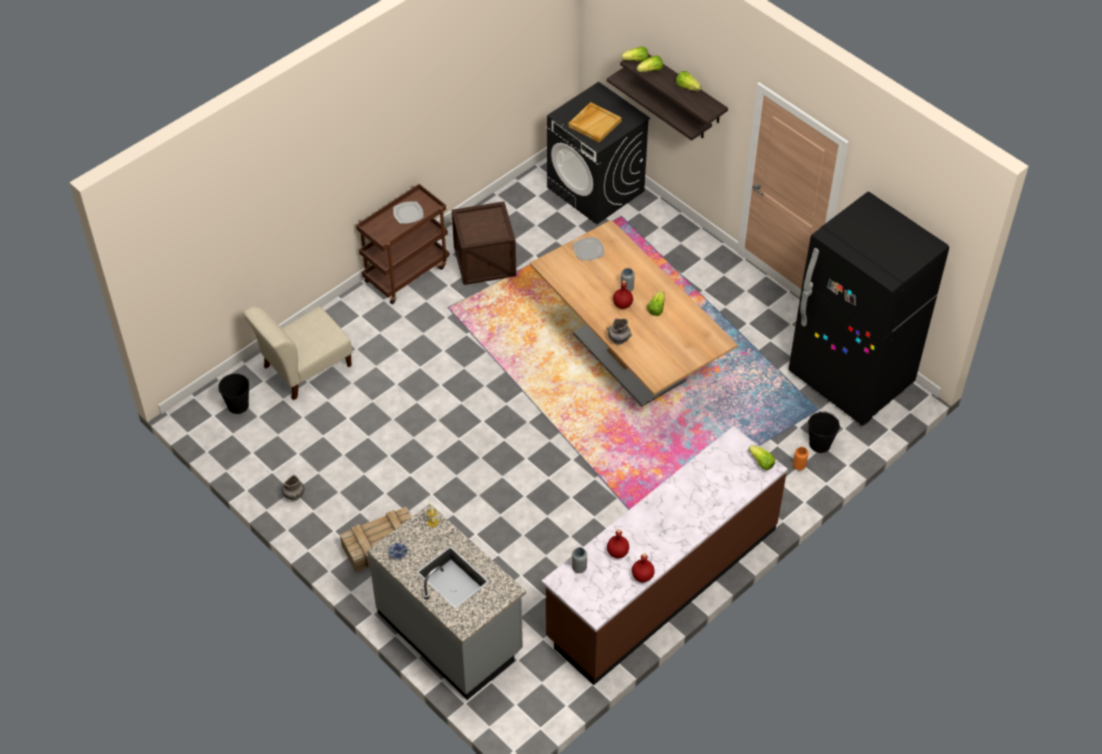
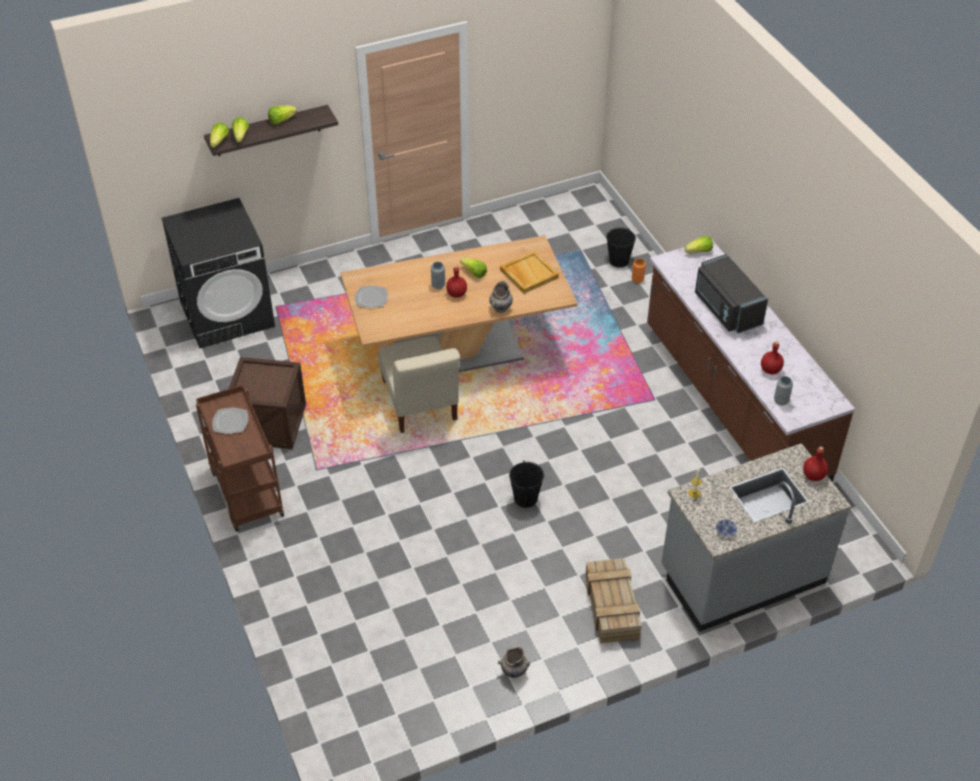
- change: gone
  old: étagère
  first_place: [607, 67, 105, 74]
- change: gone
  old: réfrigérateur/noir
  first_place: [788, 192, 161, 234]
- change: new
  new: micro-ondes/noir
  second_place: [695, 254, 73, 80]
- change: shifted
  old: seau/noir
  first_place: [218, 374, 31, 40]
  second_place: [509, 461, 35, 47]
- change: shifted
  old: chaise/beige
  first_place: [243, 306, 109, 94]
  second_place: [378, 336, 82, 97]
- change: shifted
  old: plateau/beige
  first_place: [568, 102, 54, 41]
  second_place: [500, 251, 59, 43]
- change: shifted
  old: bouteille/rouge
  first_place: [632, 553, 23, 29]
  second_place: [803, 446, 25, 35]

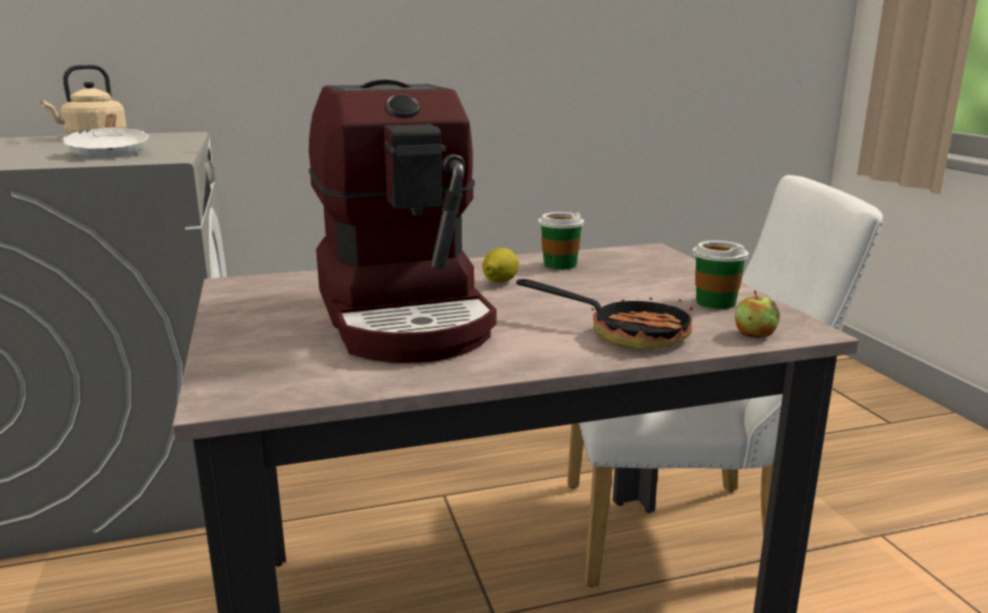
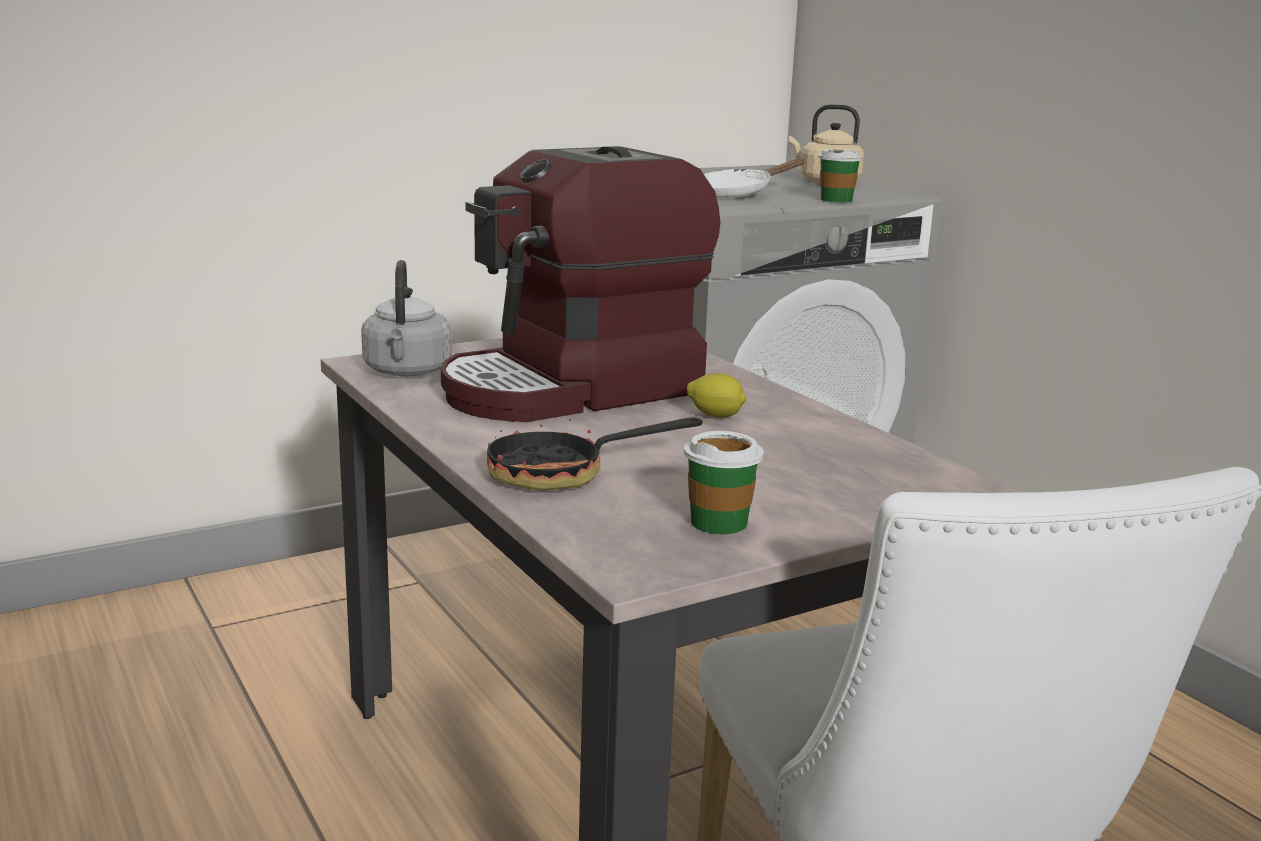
- change: gone
  old: pomme
  first_place: [735, 291, 45, 47]
- change: new
  new: bouilloire/gris
  second_place: [361, 260, 91, 116]
- change: shifted
  old: tasse
  first_place: [538, 212, 46, 58]
  second_place: [818, 149, 44, 54]
- change: rotated
  old: poêle
  first_place: [516, 279, 179, 71]
  second_place: [487, 407, 215, 84]
  degrees: 60

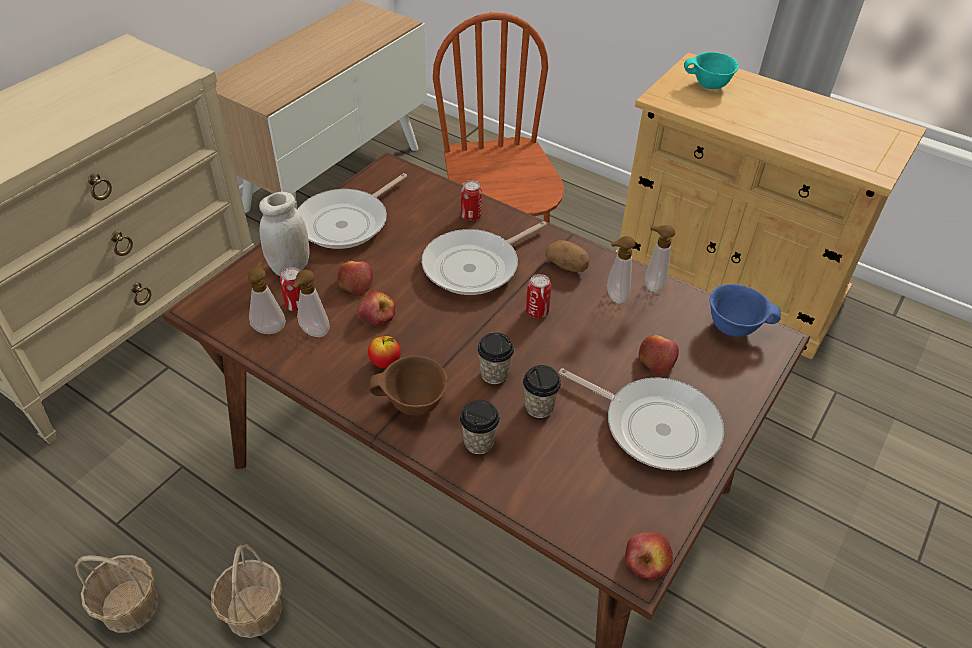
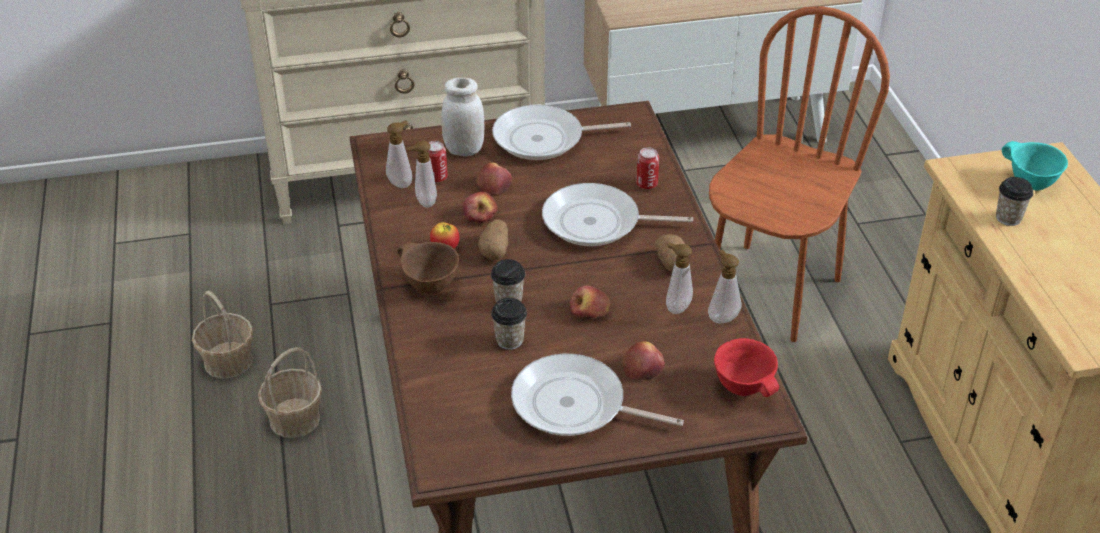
- change: gone
  old: boîte métallique
  first_place: [526, 274, 26, 44]
- change: new
  new: pomme de terre
  second_place: [478, 219, 30, 41]
- change: shifted
  old: tasse
  first_place: [460, 400, 40, 54]
  second_place: [996, 177, 37, 49]
- change: shifted
  old: pomme
  first_place: [625, 532, 48, 47]
  second_place: [570, 286, 40, 32]
- change: repainted
  old: bol/bleu
  new: bol/rouge
  first_place: [710, 284, 71, 53]
  second_place: [714, 338, 65, 59]
- change: rotated
  old: poêle
  first_place: [559, 368, 165, 103]
  second_place: [511, 354, 173, 82]
  degrees: 120

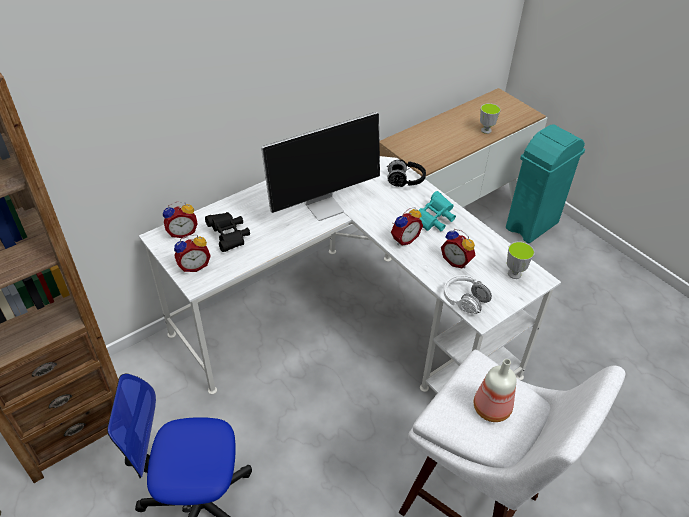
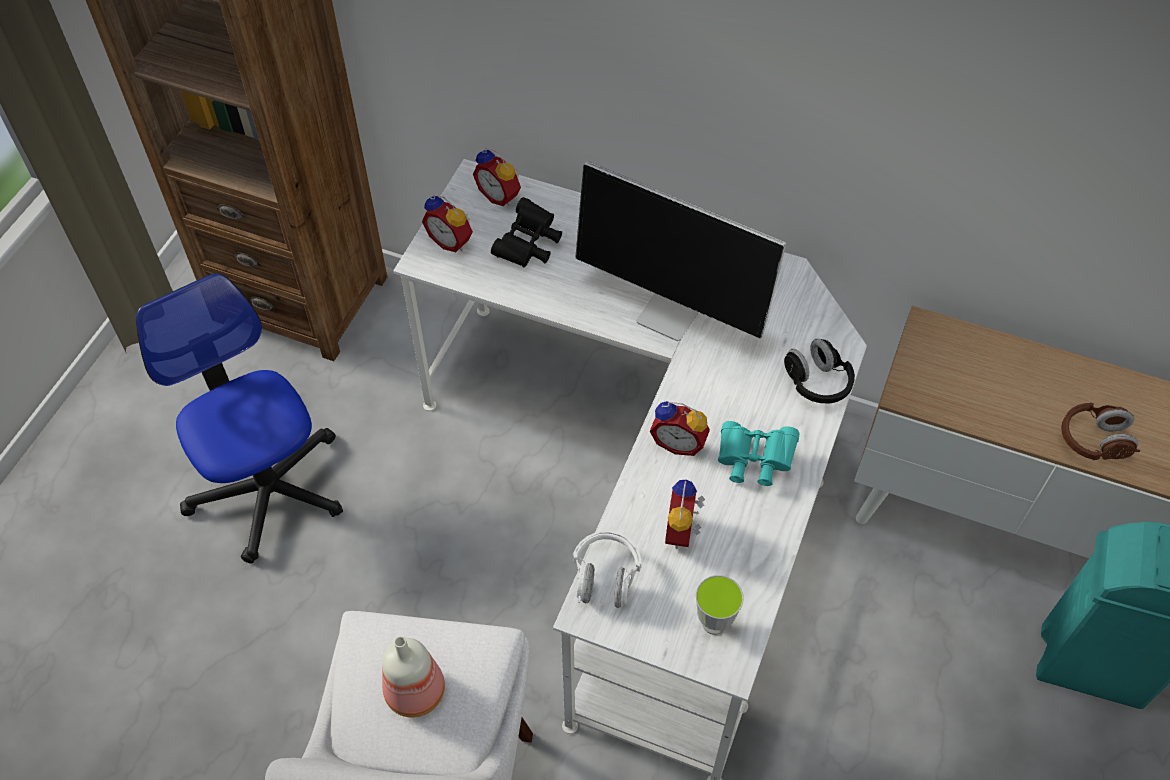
- change: swapped
  old: tasse
  new: casque audio/marron
  first_place: [480, 103, 21, 31]
  second_place: [1061, 403, 79, 57]

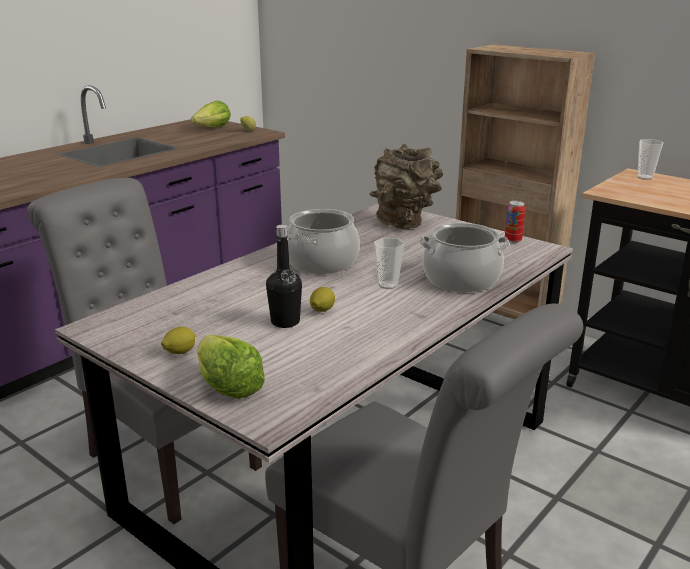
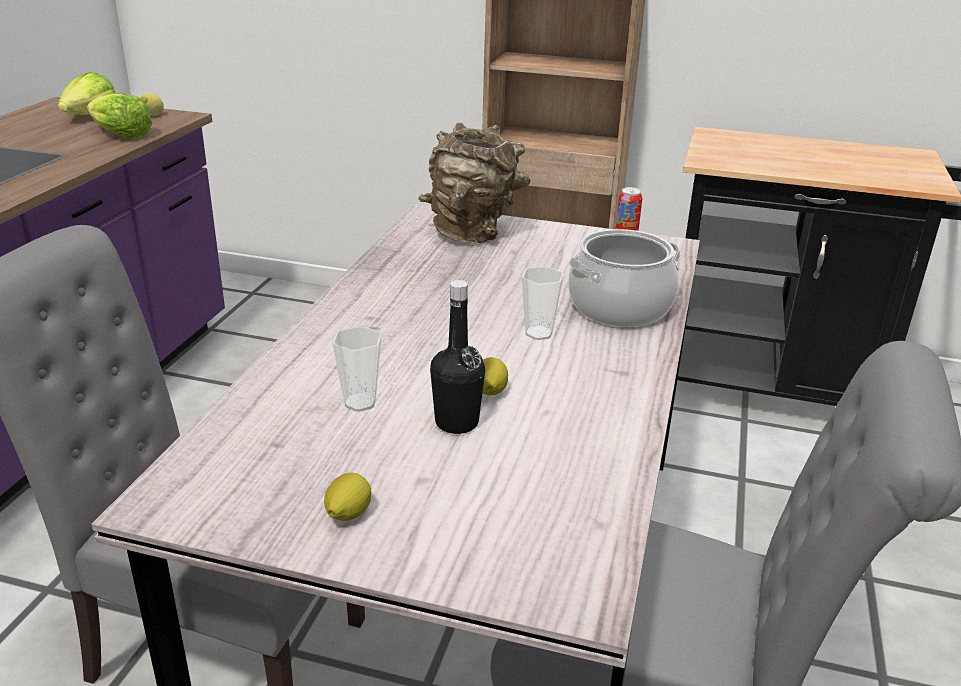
- change: gone
  old: marmite
  first_place: [288, 209, 72, 65]
- change: shifted
  old: laitue
  first_place: [197, 335, 68, 64]
  second_place: [87, 93, 65, 45]
- change: shifted
  old: tasse
  first_place: [637, 139, 26, 40]
  second_place: [332, 326, 50, 86]

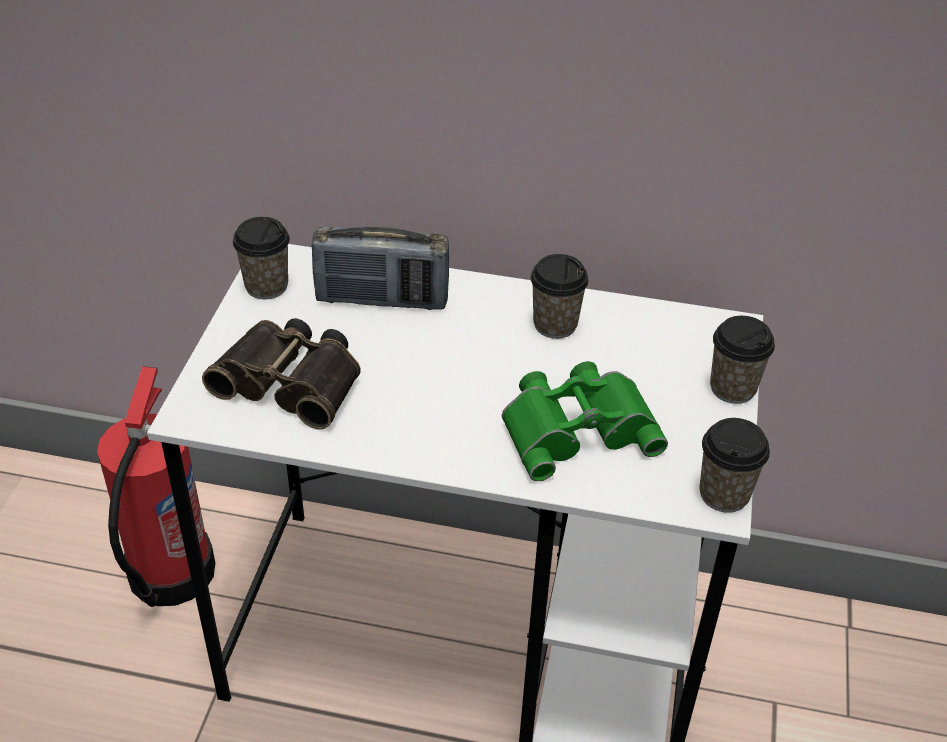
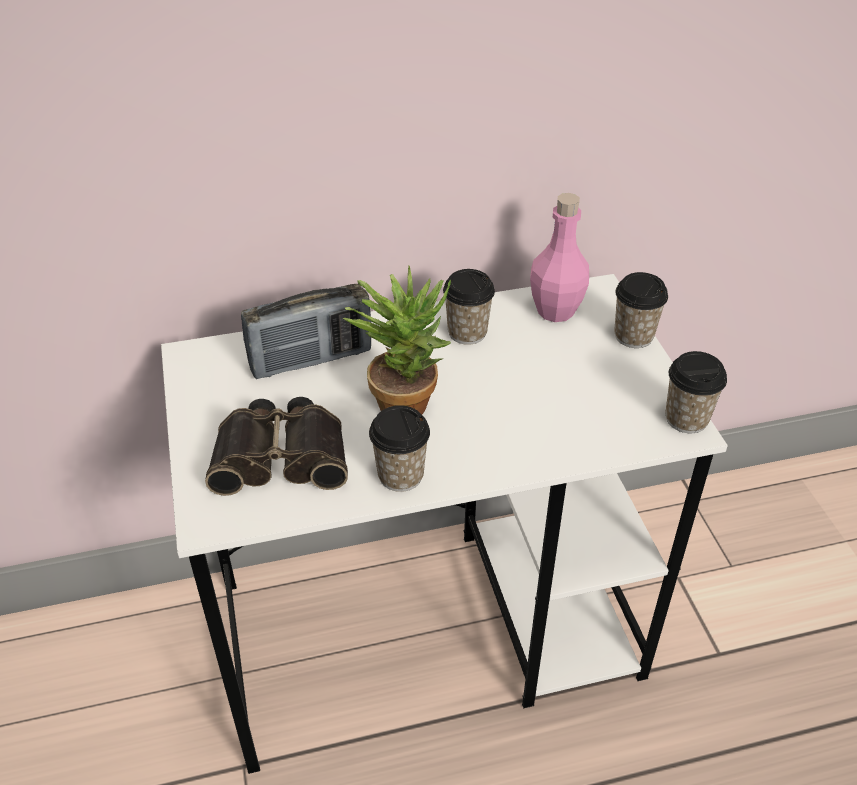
- change: gone
  old: extincteur
  first_place: [97, 366, 118, 241]
- change: gone
  old: jumelles/vert
  first_place: [502, 361, 166, 120]
- change: new
  new: plante en pot
  second_place: [342, 266, 109, 149]
- change: new
  new: bouteille/rose
  second_place: [530, 193, 59, 129]
- change: shifted
  old: tasse
  first_place: [233, 217, 57, 82]
  second_place: [369, 405, 61, 87]

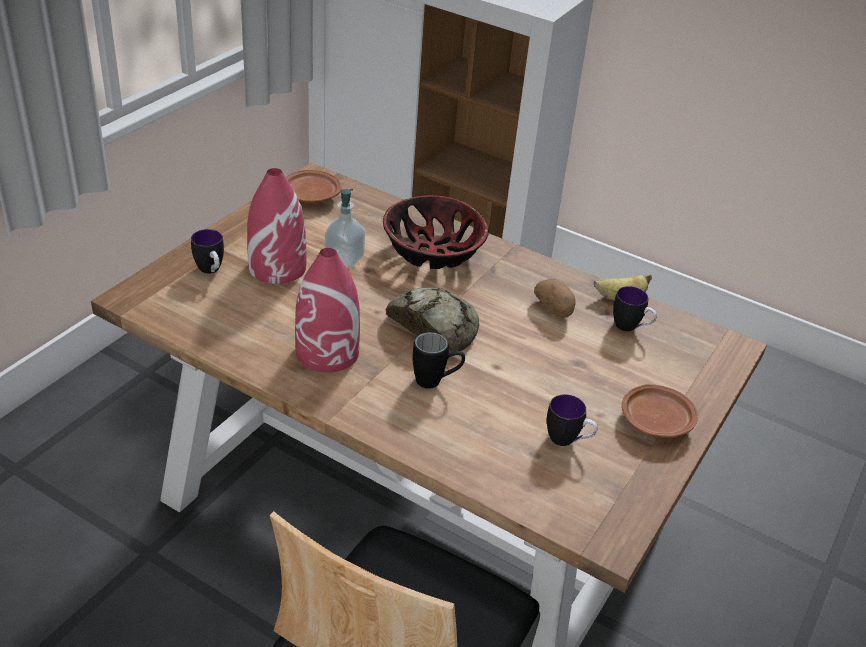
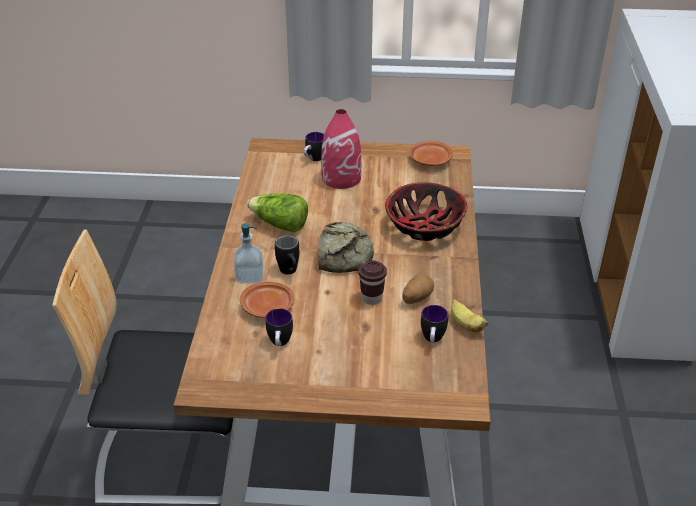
- change: new
  new: tasse/marron
  second_place: [358, 260, 29, 45]
- change: shifted
  old: distributeur de savon
  first_place: [325, 189, 40, 79]
  second_place: [234, 223, 29, 61]
- change: shifted
  old: assiette/marron
  first_place: [622, 384, 76, 54]
  second_place: [240, 282, 54, 36]
- change: swapped
  old: vase/rouge
  new: laitue
  first_place: [295, 248, 65, 124]
  second_place: [247, 193, 61, 40]

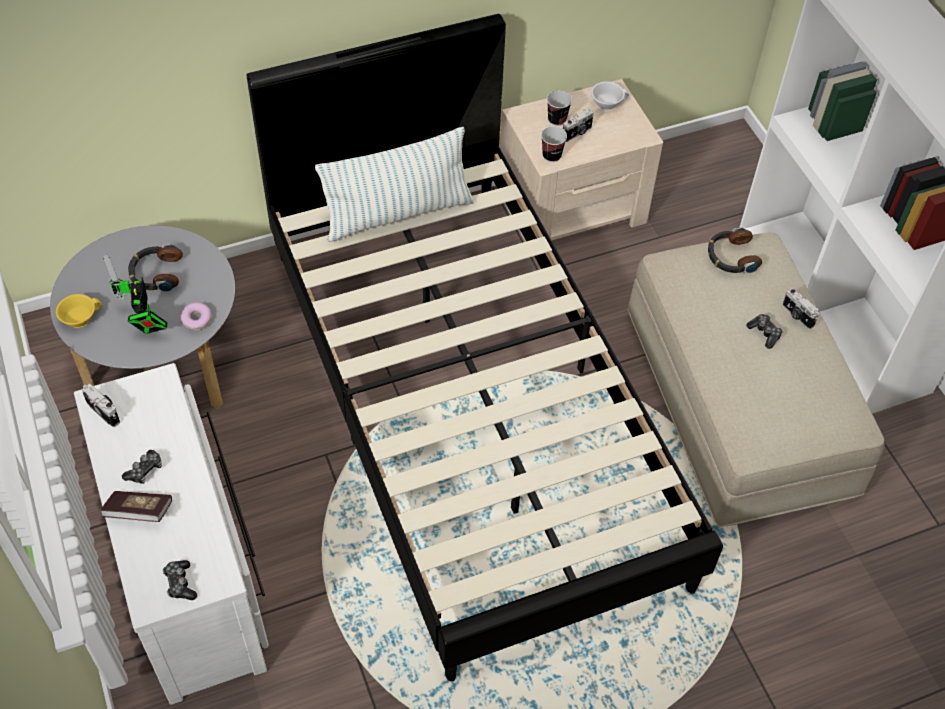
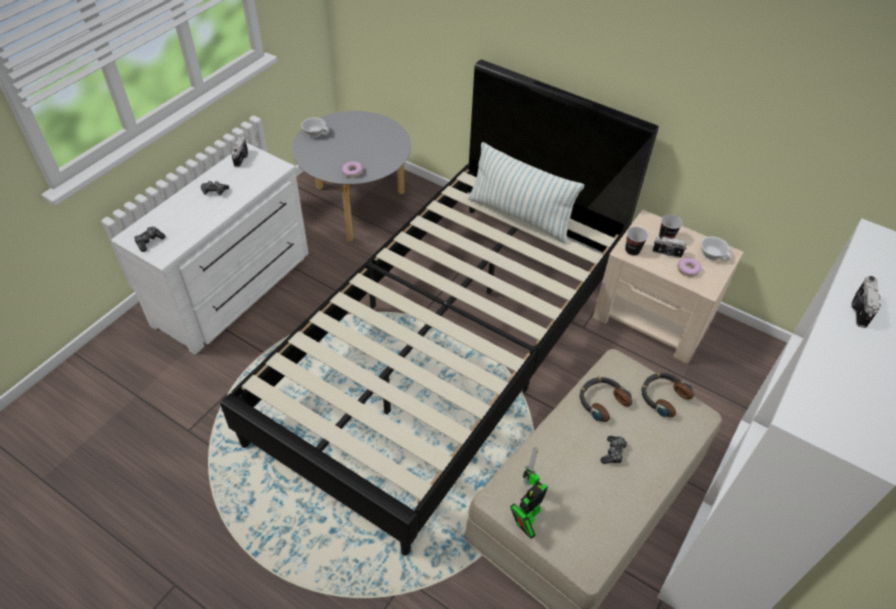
- change: gone
  old: livre
  first_place: [100, 491, 72, 31]
- change: new
  new: beignet
  second_place: [677, 257, 24, 20]
- change: shifted
  old: robot jouet
  first_place: [103, 254, 65, 80]
  second_place: [510, 447, 38, 92]
- change: shifted
  old: casque audio
  first_place: [128, 244, 55, 47]
  second_place: [580, 377, 52, 45]
- change: shifted
  old: appareil photo
  first_place: [783, 288, 36, 41]
  second_place: [851, 276, 30, 52]
- change: repainted
  old: tasse/jaune
  new: tasse/blanc
  first_place: [56, 294, 45, 34]
  second_place: [301, 118, 28, 19]

